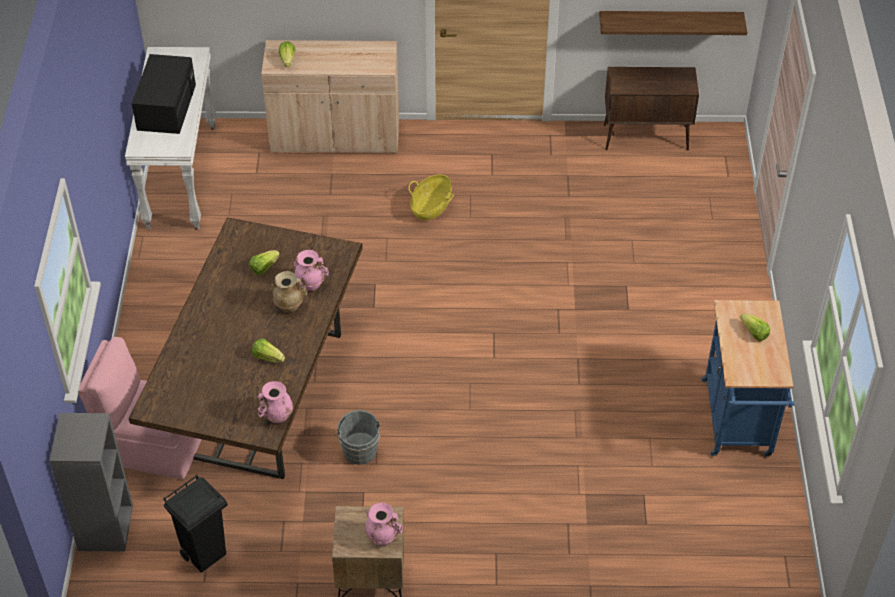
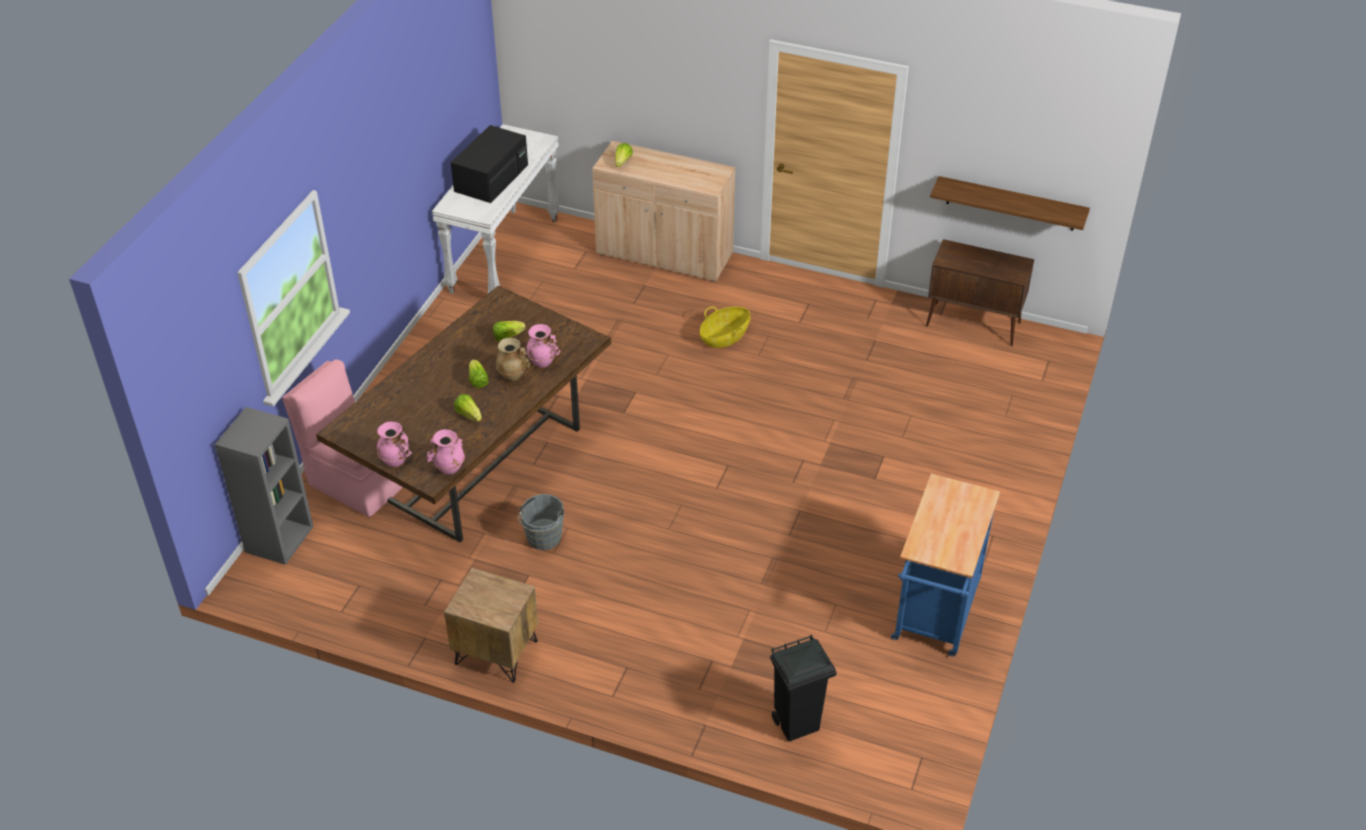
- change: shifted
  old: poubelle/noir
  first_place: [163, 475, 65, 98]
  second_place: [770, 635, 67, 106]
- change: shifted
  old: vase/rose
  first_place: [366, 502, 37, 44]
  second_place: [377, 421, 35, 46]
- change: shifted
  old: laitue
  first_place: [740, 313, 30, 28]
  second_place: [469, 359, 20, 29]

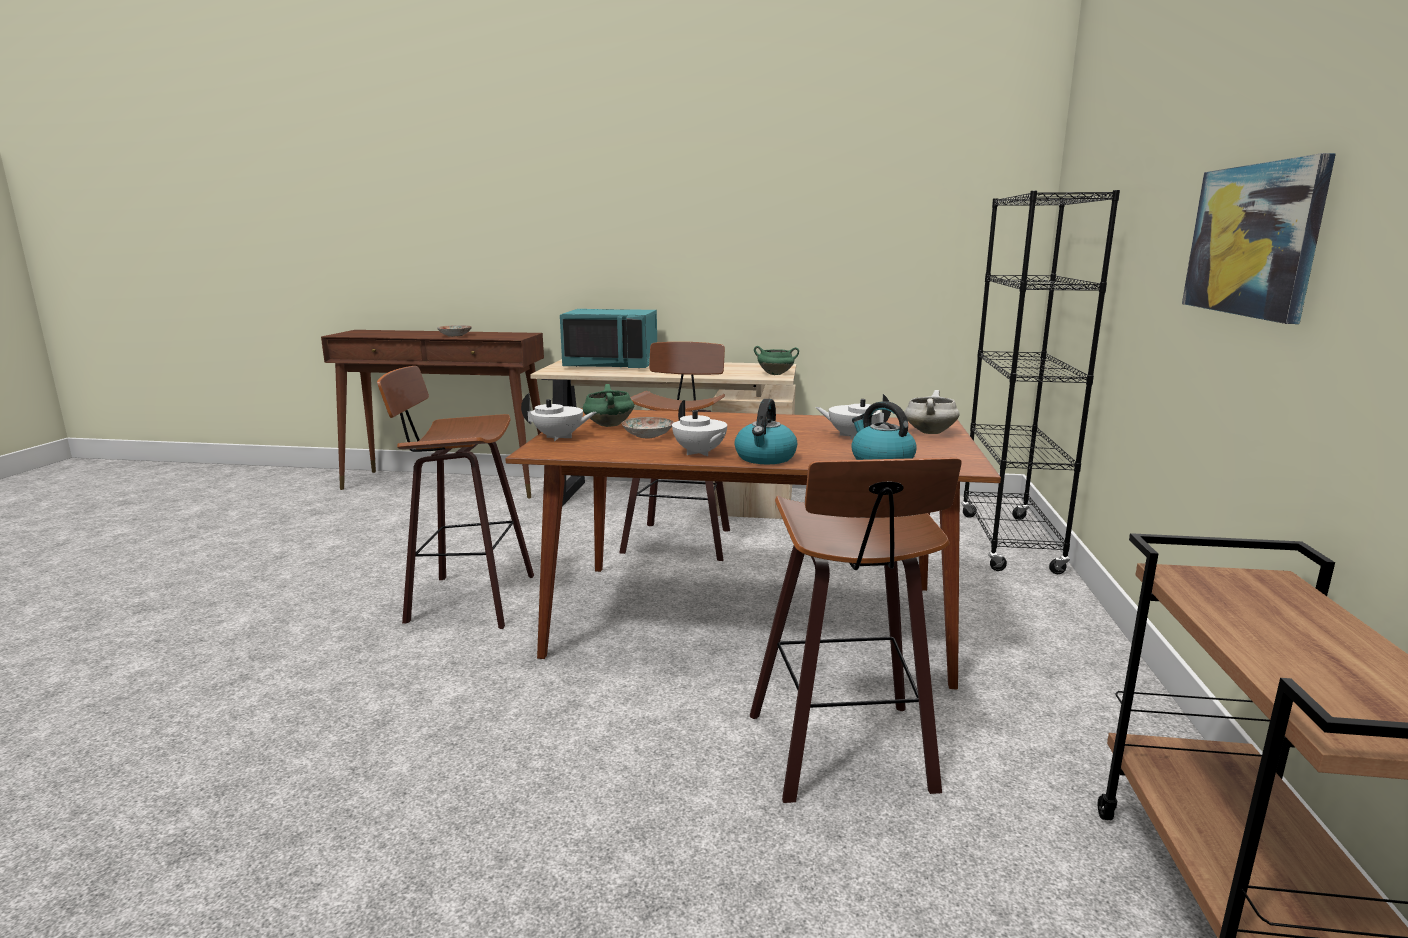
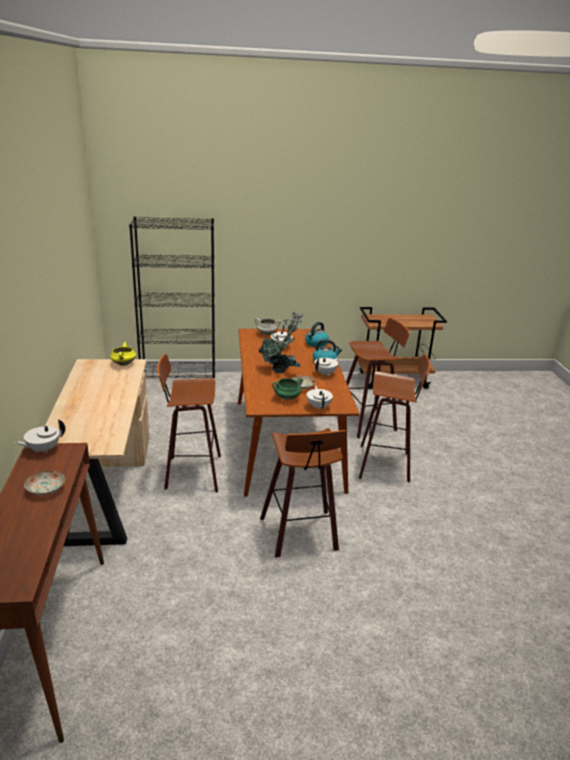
- change: gone
  old: micro-ondes/turquoise
  first_place: [560, 309, 97, 59]
- change: gone
  old: tableau
  first_place: [1182, 153, 154, 171]
- change: new
  new: théière/blanc
  second_place: [14, 419, 51, 34]
- change: new
  new: plante en pot
  second_place: [259, 311, 44, 62]
- change: new
  new: tabouret
  second_place: [359, 354, 71, 128]
- change: repainted
  old: marmite/vert
  new: marmite/jaune
  first_place: [754, 346, 45, 29]
  second_place: [110, 342, 26, 24]

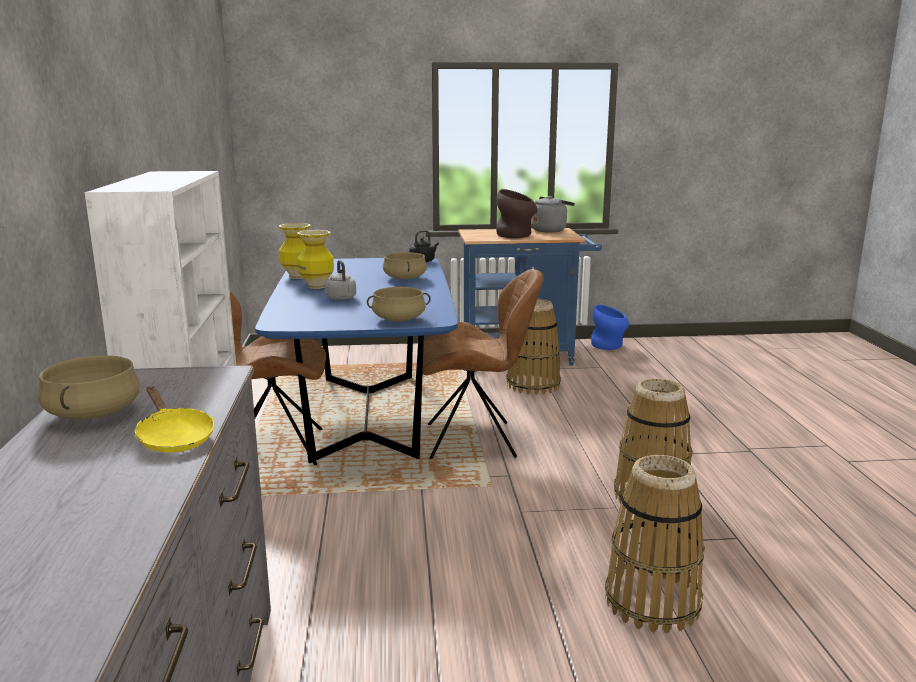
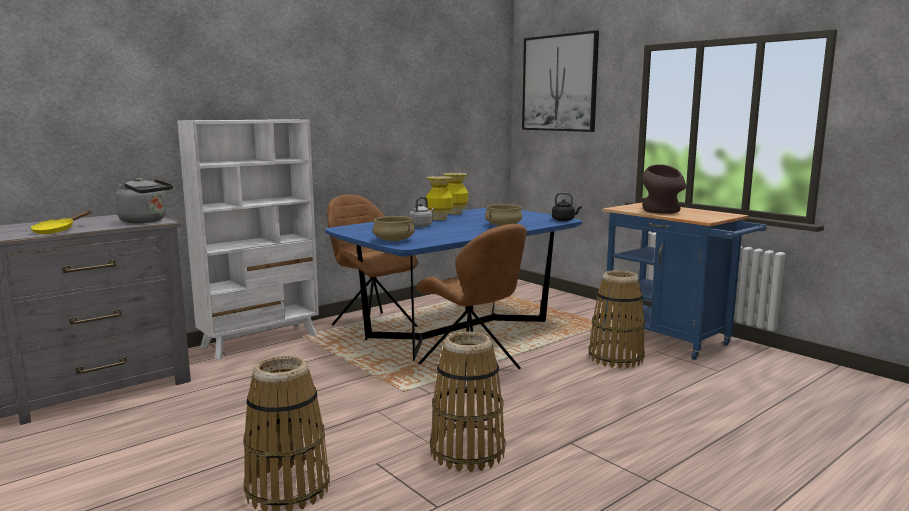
- change: gone
  old: marmite/beige
  first_place: [38, 356, 102, 64]
- change: gone
  old: vase/bleu
  first_place: [591, 305, 38, 45]
- change: new
  new: tableau
  second_place: [522, 30, 77, 102]
- change: shifted
  old: bouilloire/gris
  first_place: [531, 196, 44, 37]
  second_place: [115, 178, 58, 45]

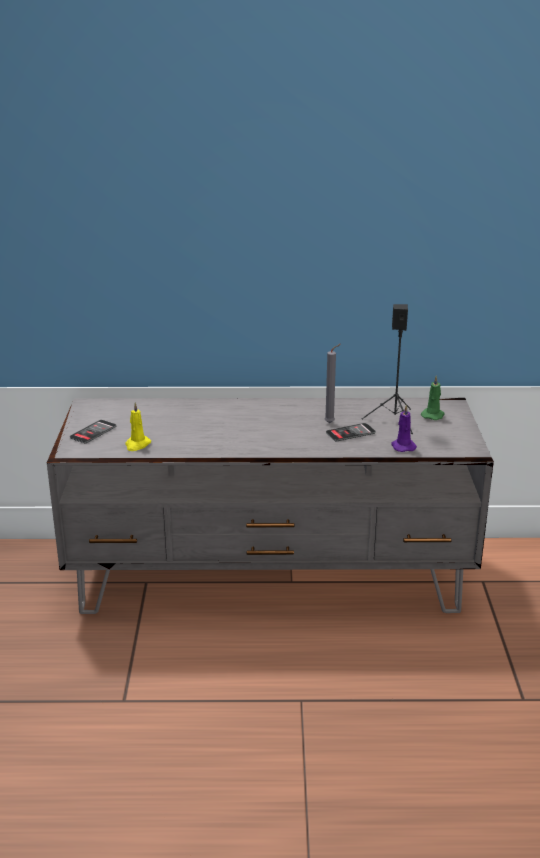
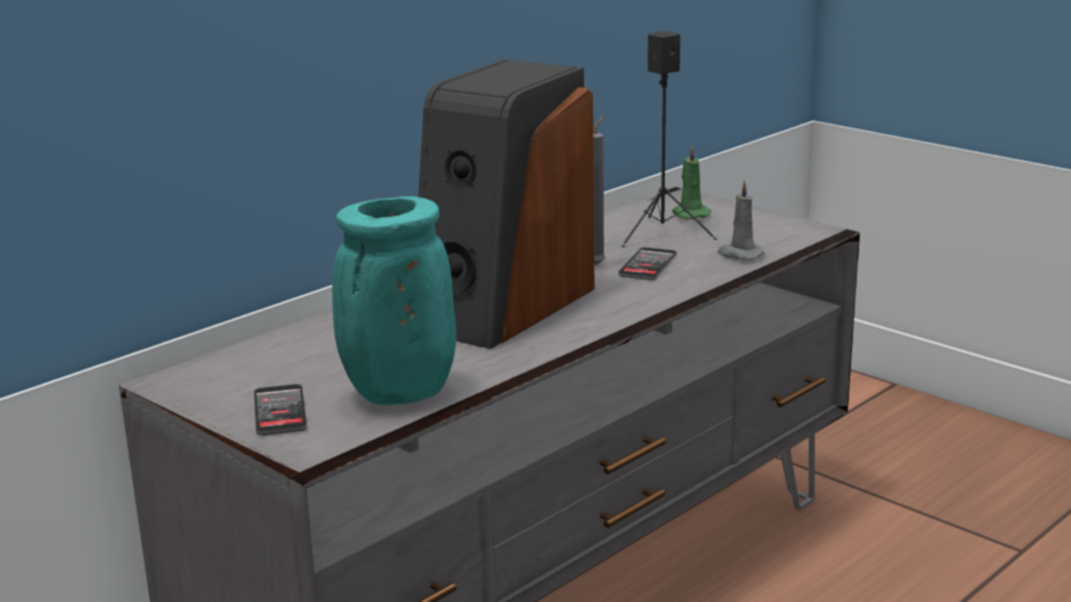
- change: new
  new: enceinte
  second_place: [418, 59, 177, 290]
- change: swapped
  old: bougie/jaune
  new: vase/turquoise
  first_place: [125, 402, 26, 49]
  second_place: [332, 196, 124, 209]
- change: repainted
  old: bougie/violet
  new: bougie/gris
  first_place: [392, 404, 25, 48]
  second_place: [718, 180, 47, 80]

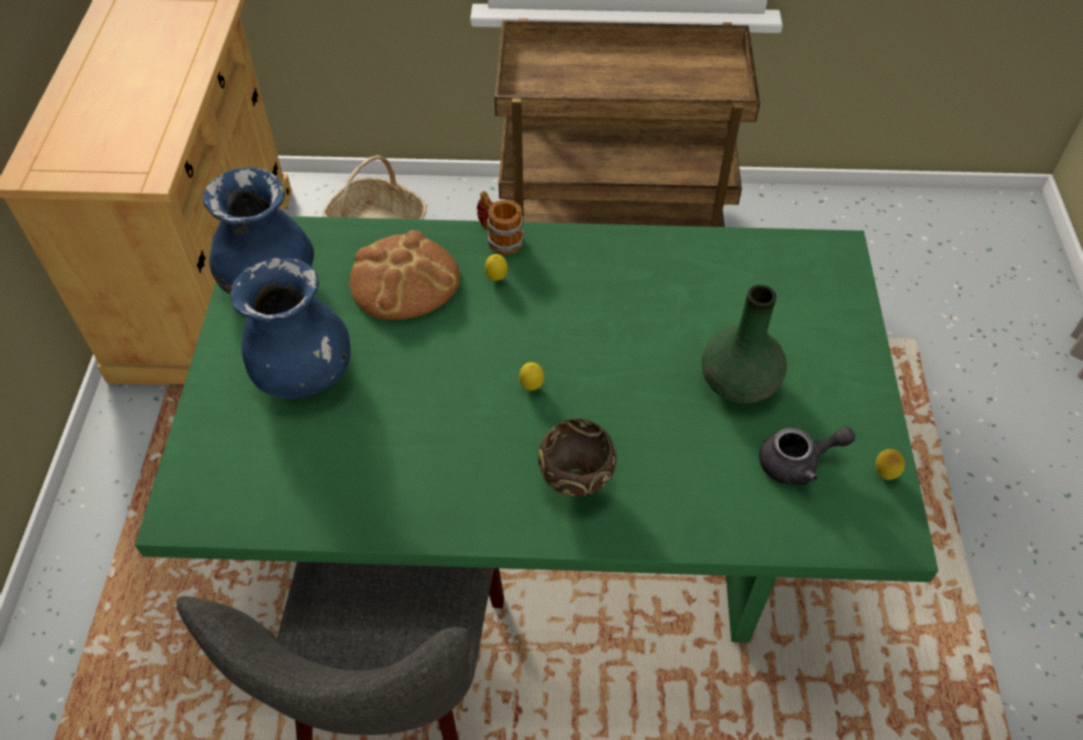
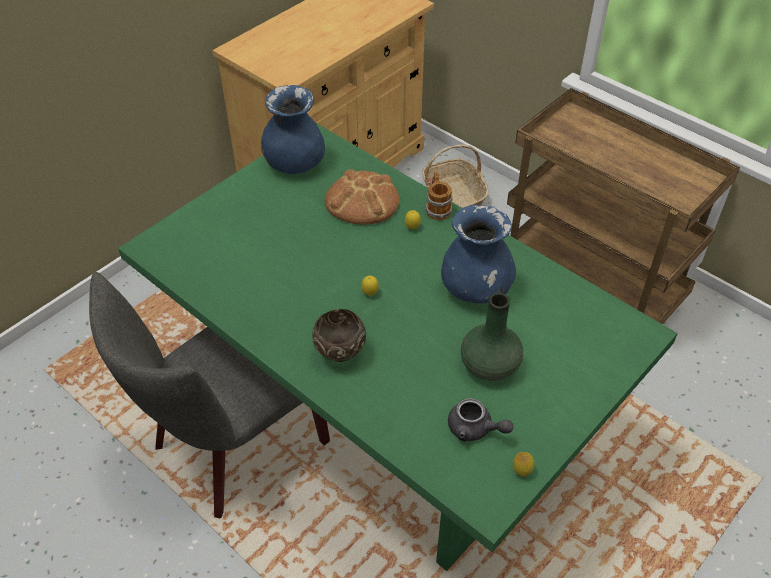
- change: shifted
  old: vase/bleu
  first_place: [230, 258, 121, 141]
  second_place: [441, 205, 75, 98]

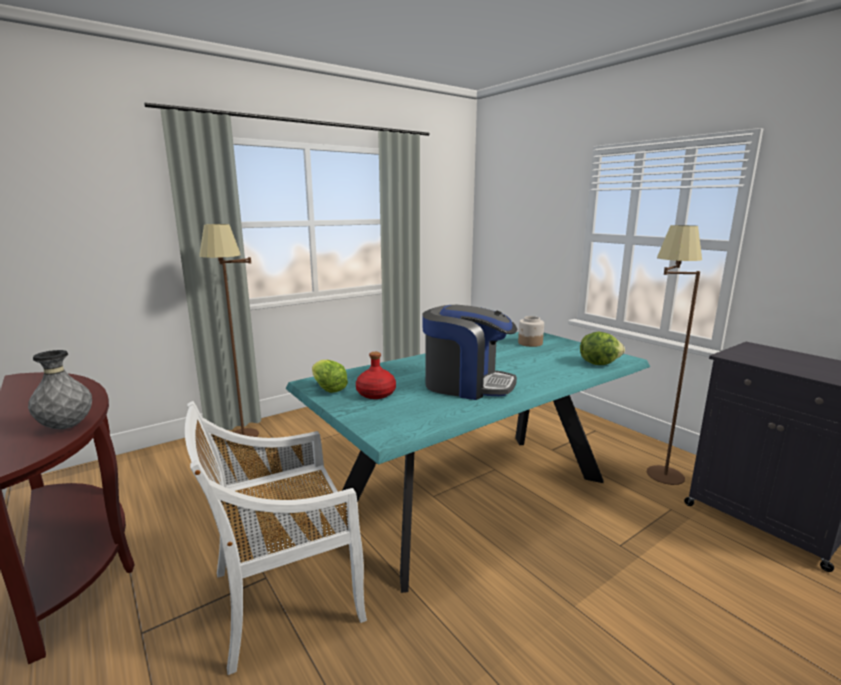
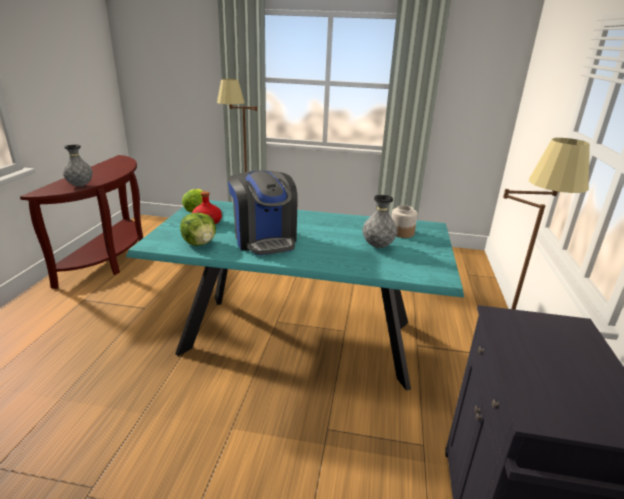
- change: gone
  old: chaise/blanc
  first_place: [185, 401, 182, 274]
- change: new
  new: vase/gris
  second_place: [363, 195, 35, 53]
- change: shifted
  old: laitue
  first_place: [580, 331, 45, 34]
  second_place: [180, 213, 36, 33]

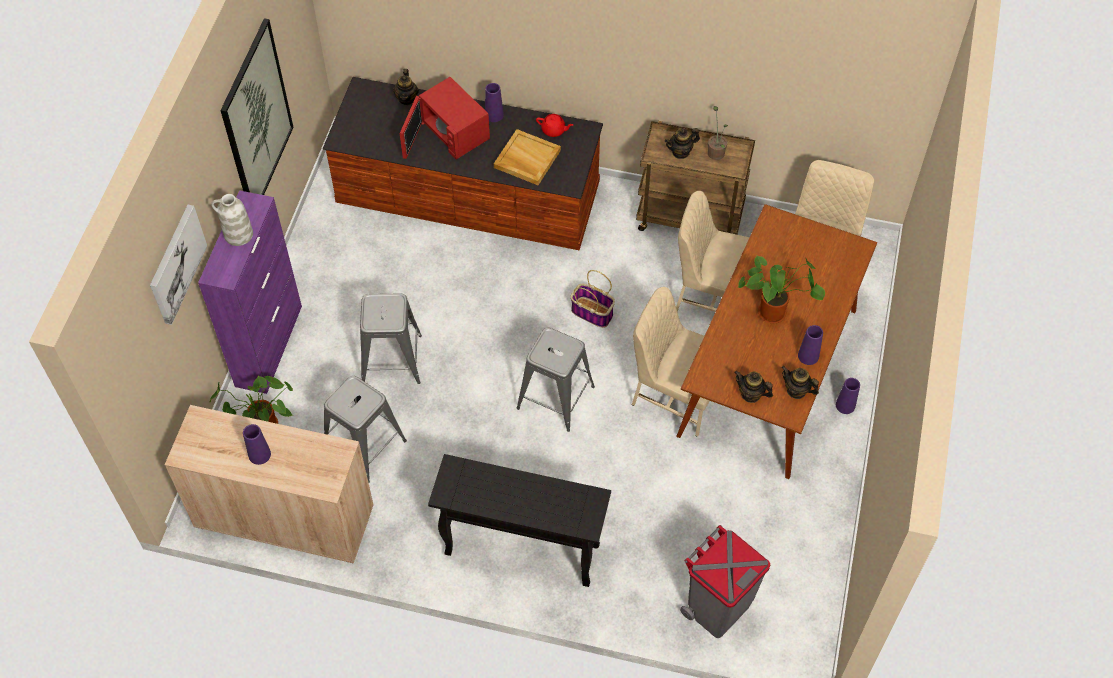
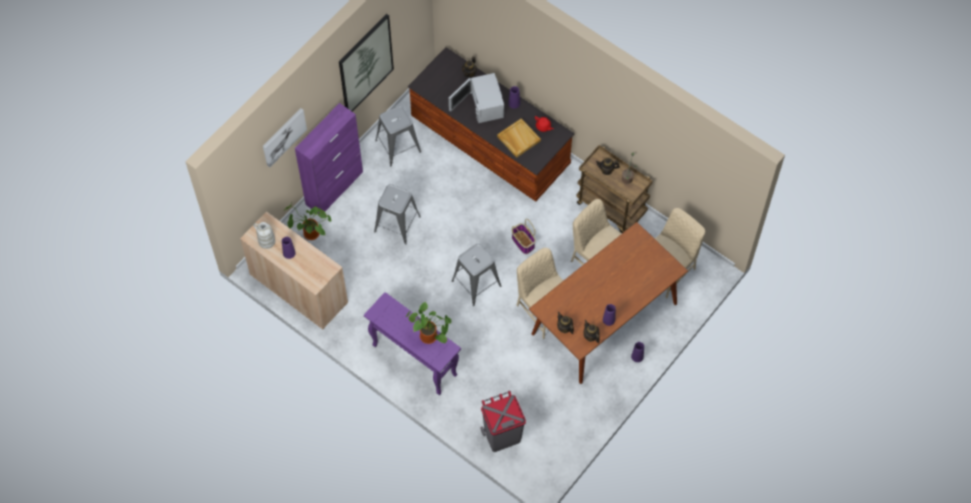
- change: shifted
  old: vase/blanc
  first_place: [211, 194, 42, 52]
  second_place: [253, 222, 22, 27]
- change: shifted
  old: tabouret/gris
  first_place: [324, 376, 83, 107]
  second_place: [375, 105, 46, 61]
- change: shifted
  old: plante en pot
  first_place: [738, 256, 87, 67]
  second_place: [406, 302, 45, 42]
- change: repainted
  old: micro-ondes/rouge
  new: micro-ondes/blanc
  first_place: [400, 77, 90, 82]
  second_place: [449, 73, 55, 50]
- change: repainted
  old: table console/noir
  new: table console/violet
  first_place: [428, 454, 183, 133]
  second_place: [364, 292, 97, 103]

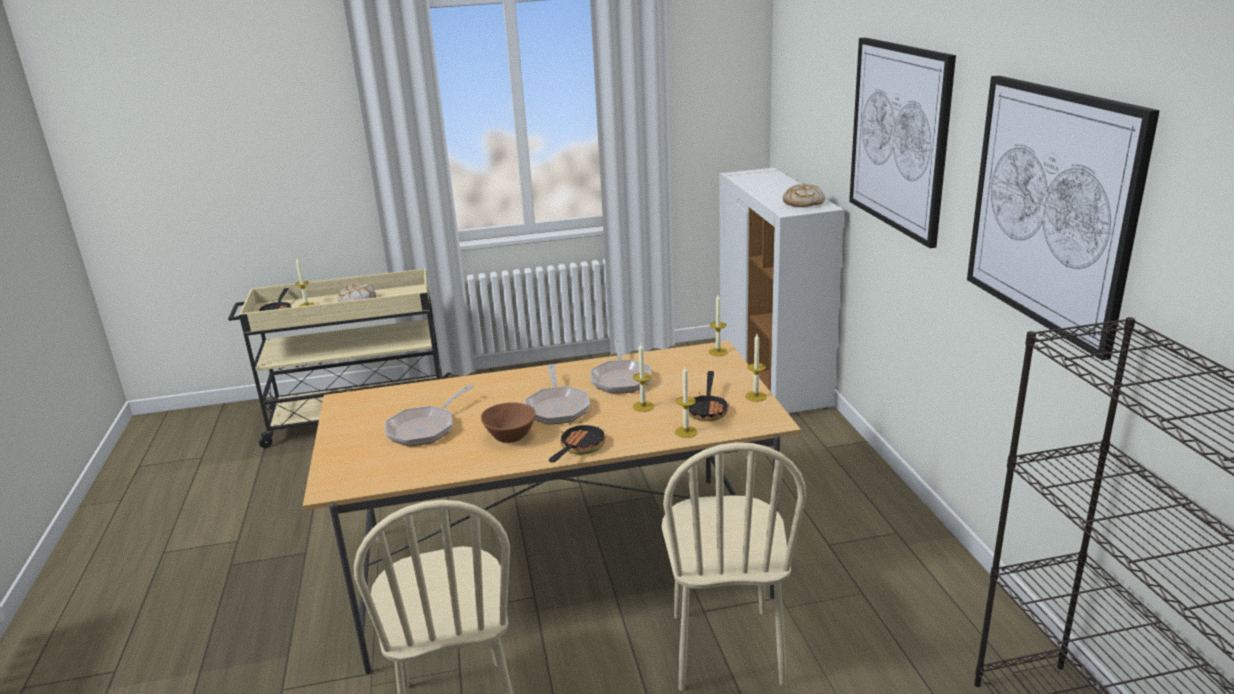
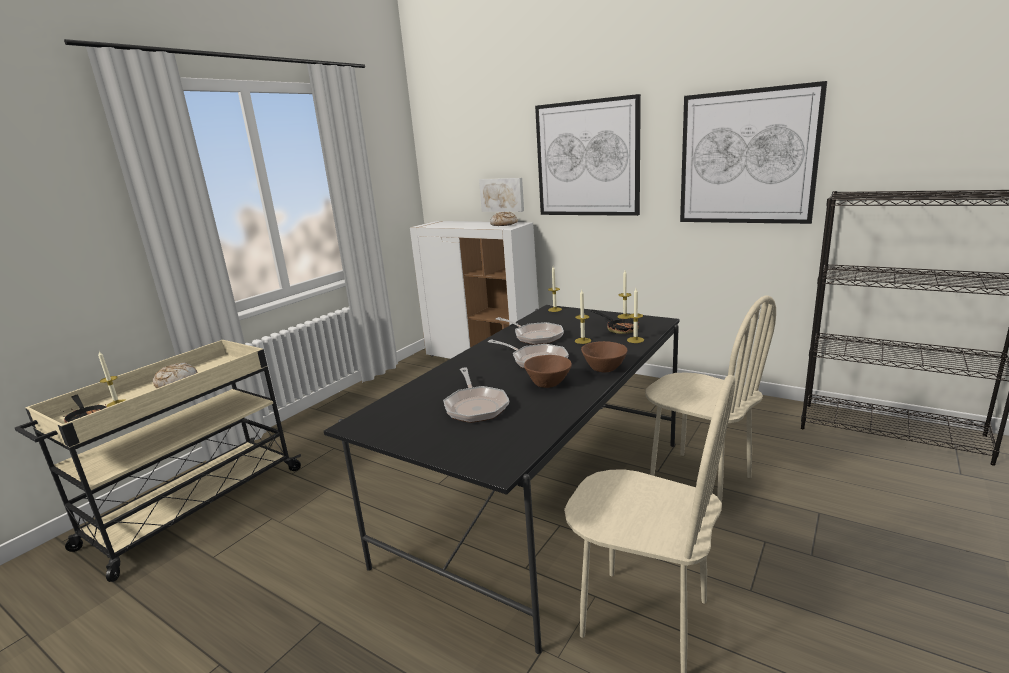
- change: new
  new: tableau
  second_place: [479, 178, 45, 34]
- change: swapped
  old: poêle
  new: bol/marron
  first_place: [549, 421, 56, 42]
  second_place: [581, 341, 46, 31]
- change: repainted
  old: table à manger/beige
  new: table à manger/noir
  first_place: [303, 341, 498, 333]
  second_place: [324, 305, 356, 349]

